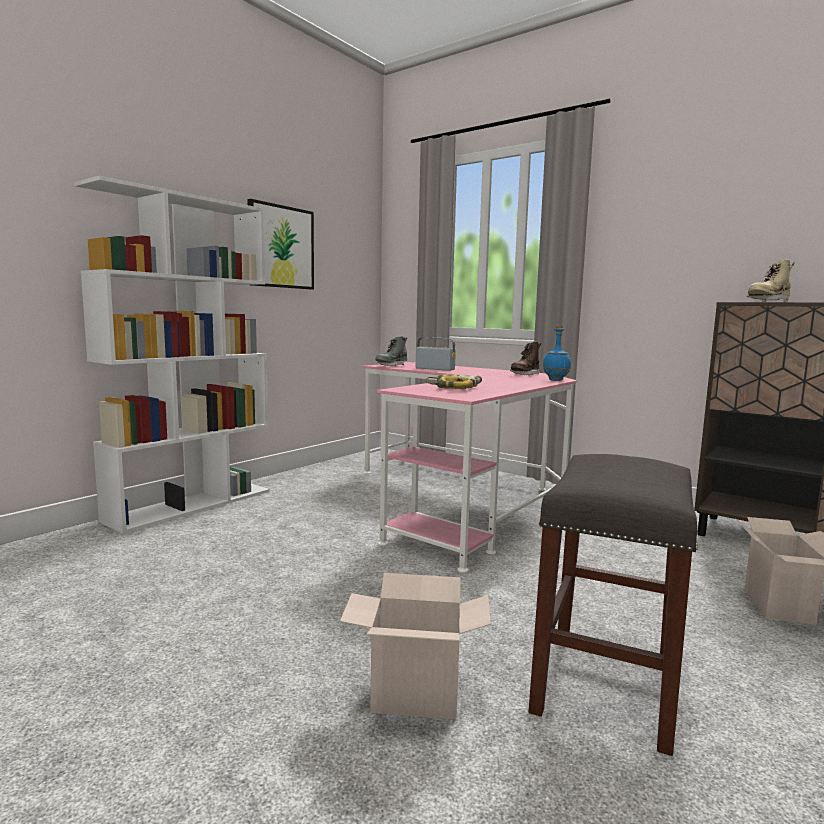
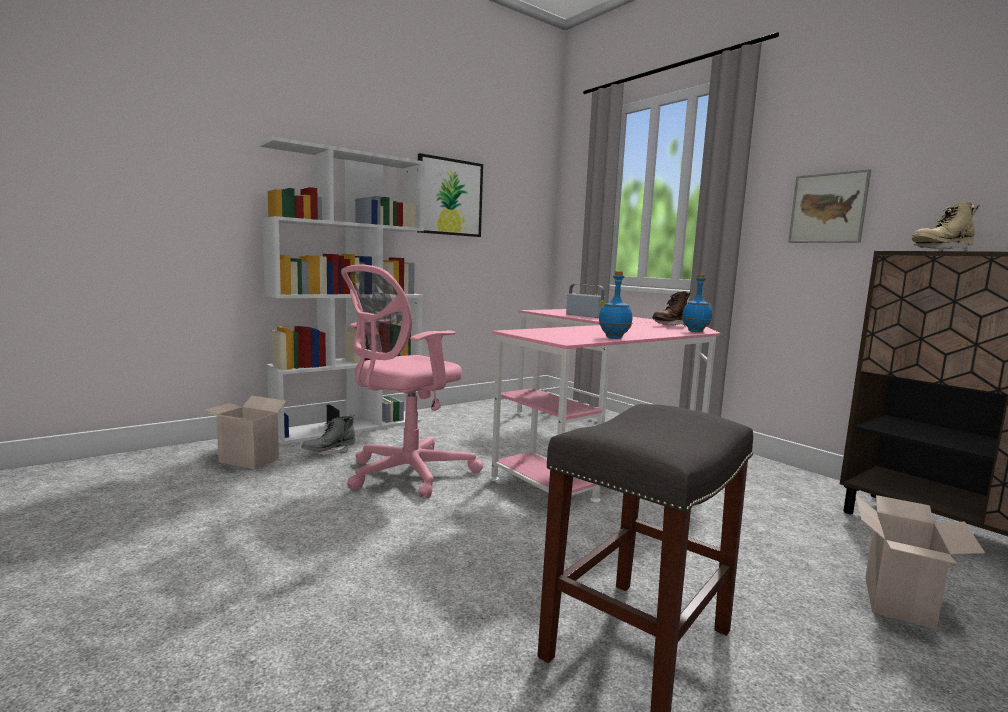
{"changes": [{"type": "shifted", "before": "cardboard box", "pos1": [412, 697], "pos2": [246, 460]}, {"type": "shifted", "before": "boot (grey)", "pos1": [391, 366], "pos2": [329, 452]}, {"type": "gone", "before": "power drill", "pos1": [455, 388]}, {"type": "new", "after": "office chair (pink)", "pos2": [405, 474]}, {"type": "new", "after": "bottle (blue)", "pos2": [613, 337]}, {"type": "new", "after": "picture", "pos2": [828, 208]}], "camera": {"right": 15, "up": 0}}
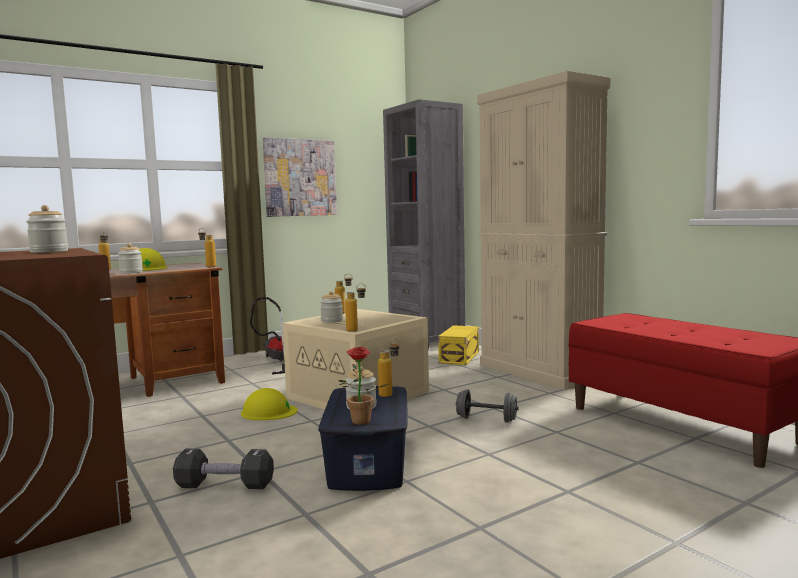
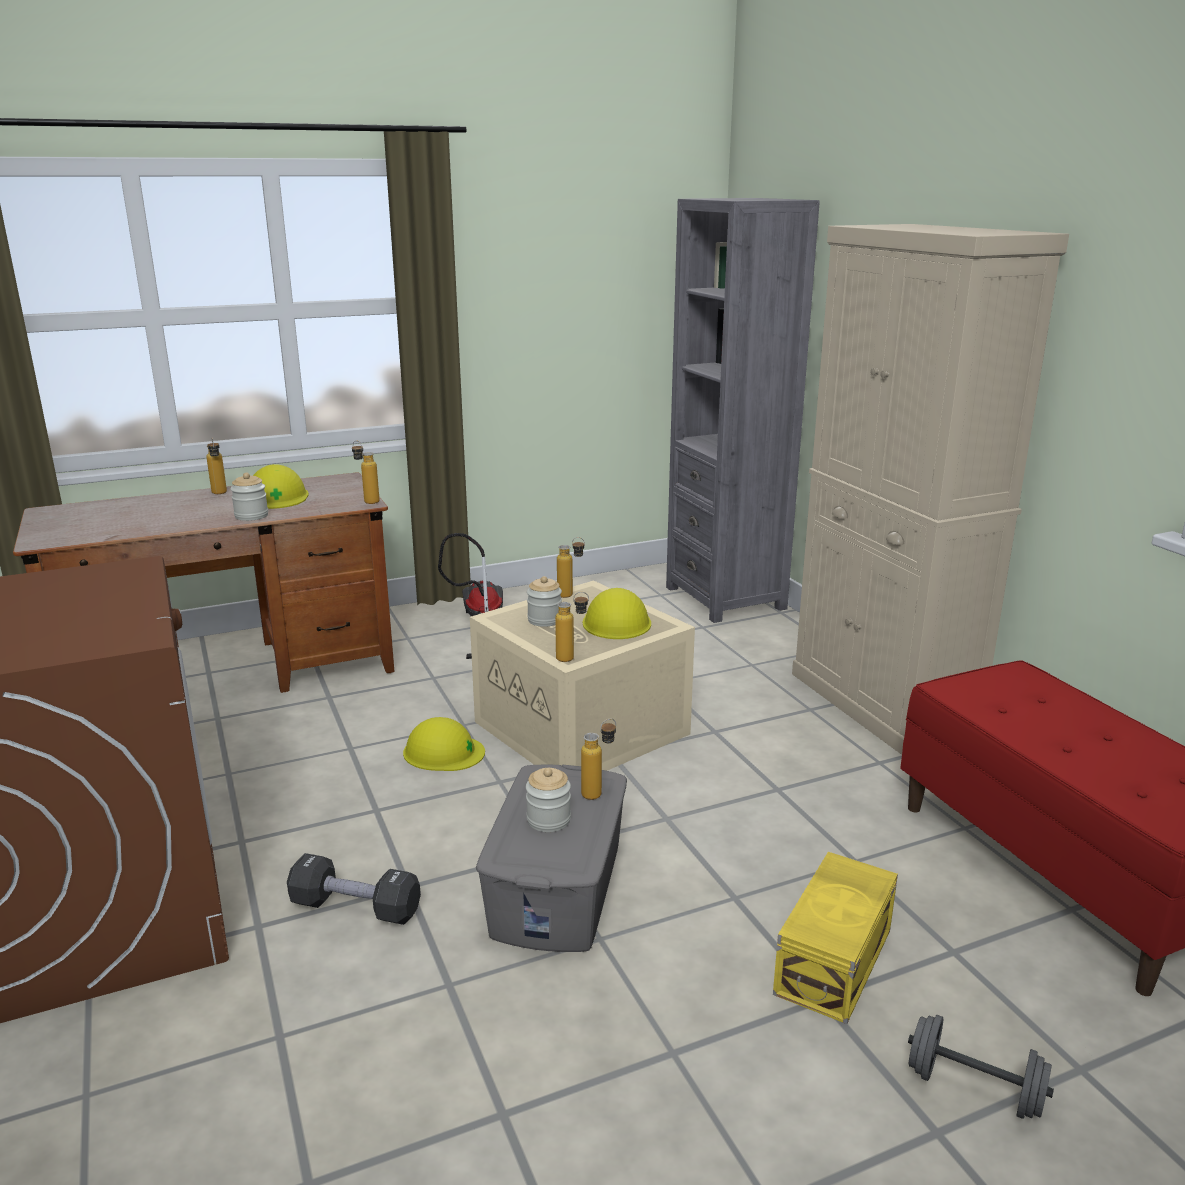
{"changes": [{"type": "gone", "before": "jar", "pos1": [49, 251]}, {"type": "gone", "before": "picture", "pos1": [300, 178]}, {"type": "repainted", "before": "storage box (blue)", "after": "storage box (grey)", "pos1": [369, 461], "pos2": [559, 888]}, {"type": "gone", "before": "potted plant", "pos1": [359, 423]}, {"type": "shifted", "before": "storage box (yellow)", "pos1": [460, 357], "pos2": [836, 961]}, {"type": "shifted", "before": "dumbbell (grey)", "pos1": [486, 419], "pos2": [974, 1088]}, {"type": "new", "after": "hard hat (yellow)", "pos2": [616, 622]}], "camera": {"right": 10, "up": 15}}
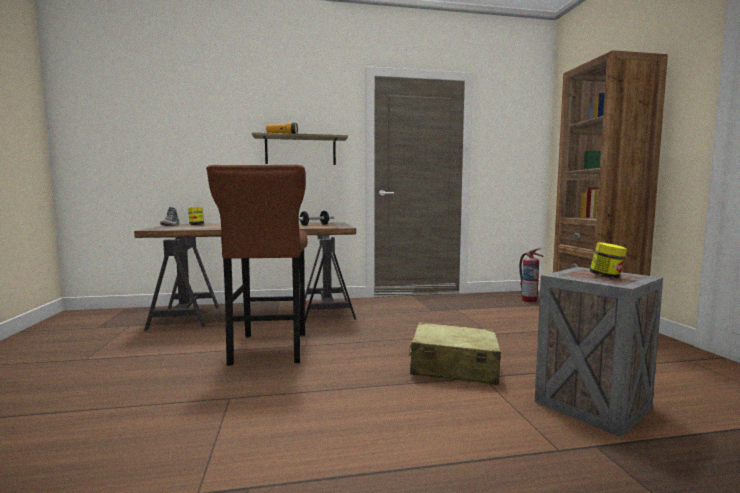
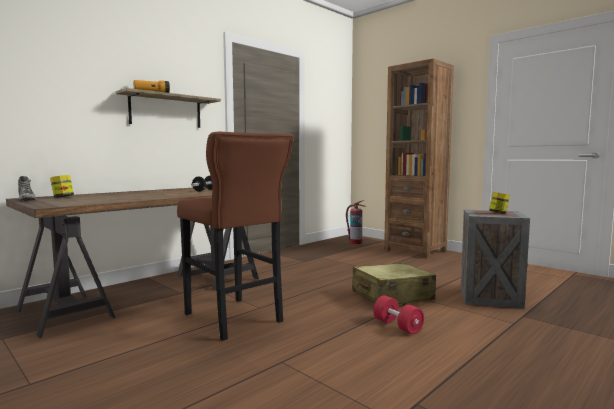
{"changes": [{"type": "new", "after": "dumbbell (red)", "pos2": [397, 326]}], "camera": {"right": -35, "up": 0}}
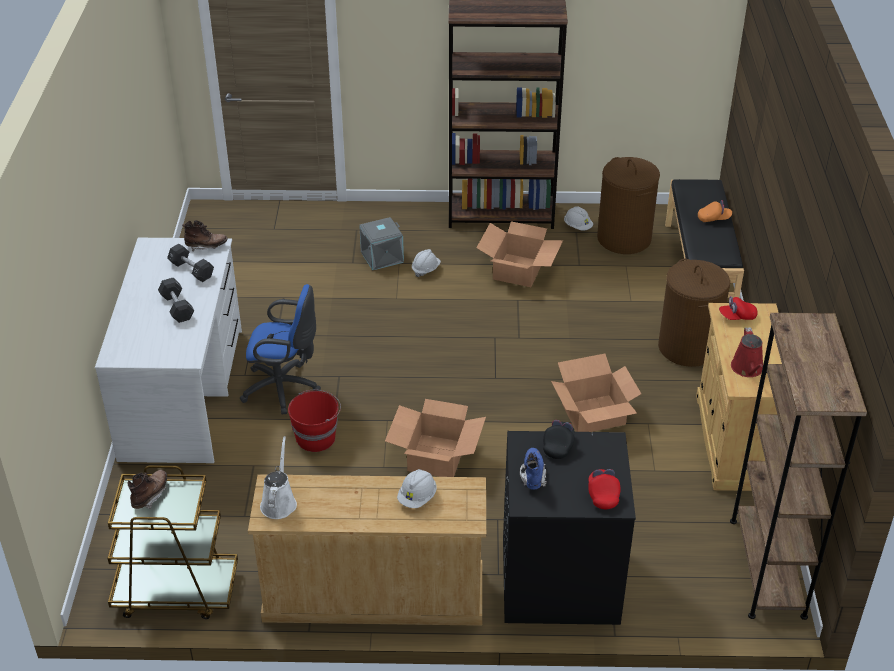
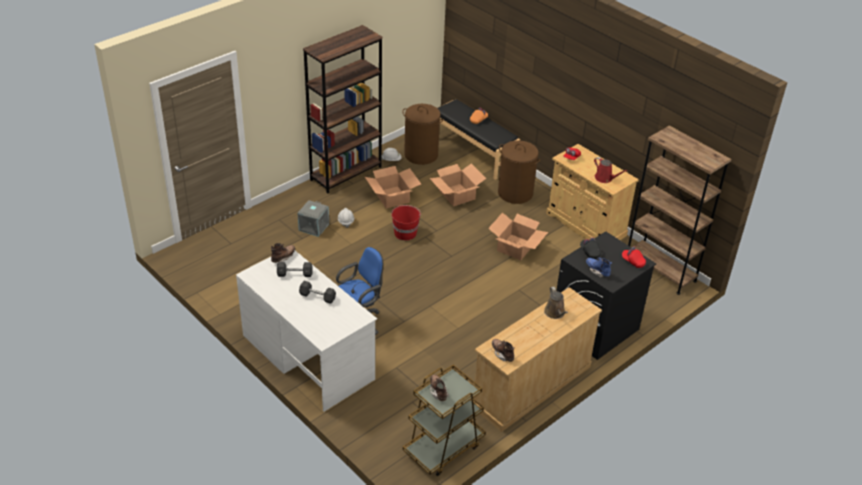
{"changes": [{"type": "swapped", "before": "watering can (white)", "after": "boot (brown)", "pos1": [279, 502], "pos2": [502, 354]}, {"type": "shifted", "before": "bucket (red)", "pos1": [316, 437], "pos2": [405, 233]}, {"type": "shifted", "before": "cardboard box", "pos1": [435, 456], "pos2": [456, 195]}, {"type": "swapped", "before": "hard hat (white)", "after": "watering can (brown)", "pos1": [417, 497], "pos2": [555, 313]}], "camera": {"right": -45, "up": 0}}
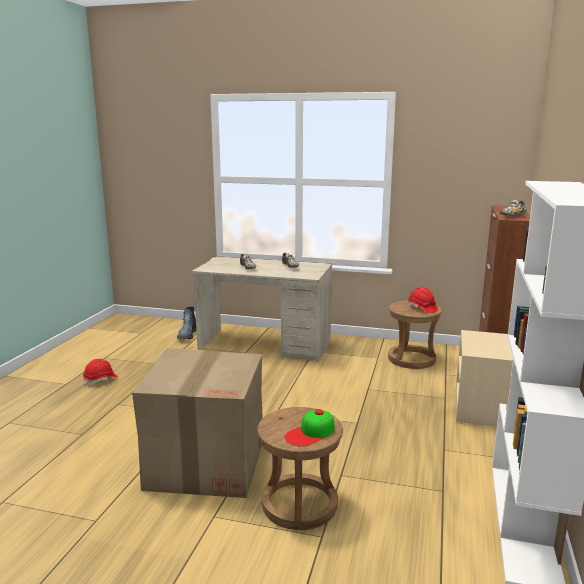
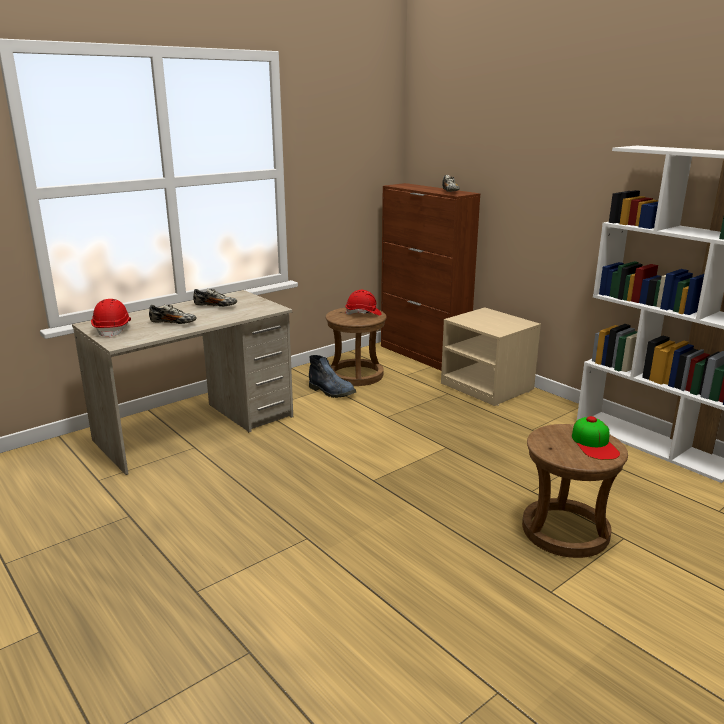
{"changes": [{"type": "shifted", "before": "hard hat (red)", "pos1": [101, 380], "pos2": [113, 330]}, {"type": "gone", "before": "cardboard box", "pos1": [207, 462]}, {"type": "shifted", "before": "boot", "pos1": [187, 335], "pos2": [332, 392]}], "camera": {"right": -55, "up": 5}}
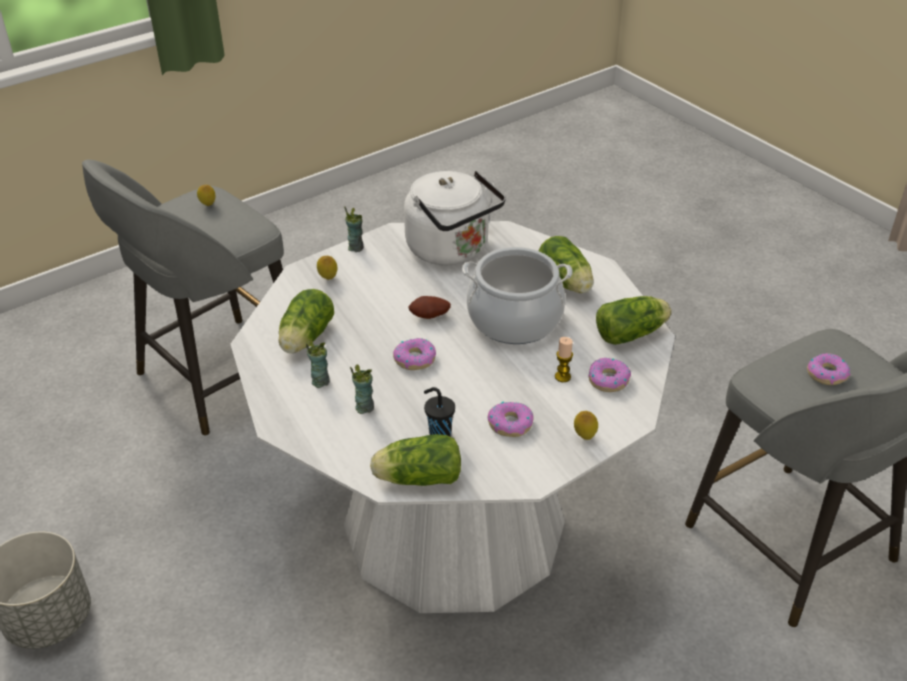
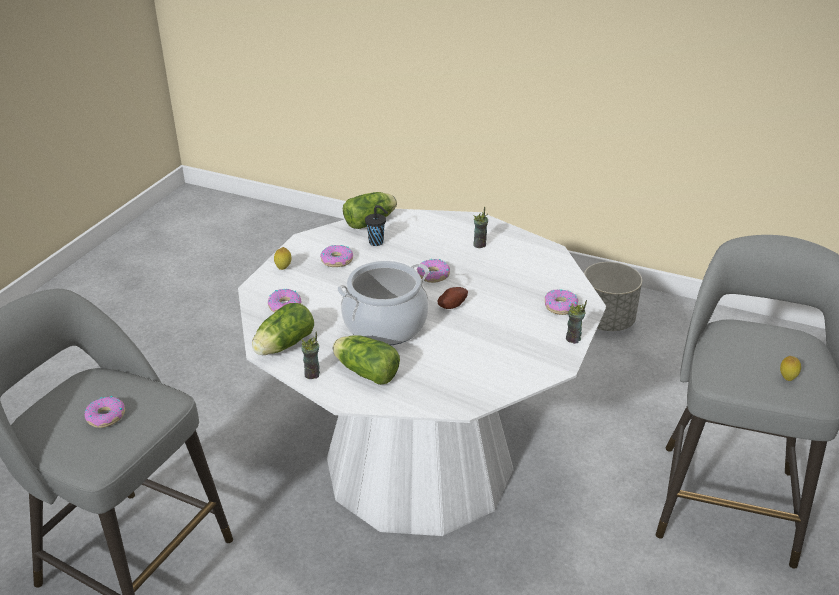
{"changes": [{"type": "gone", "before": "lettuce", "pos1": [305, 339]}, {"type": "swapped", "before": "lemon", "after": "donut", "pos1": [328, 279], "pos2": [560, 306]}, {"type": "shifted", "before": "cup", "pos1": [364, 407], "pos2": [312, 374]}, {"type": "gone", "before": "kettle (white)", "pos1": [452, 250]}, {"type": "gone", "before": "candle", "pos1": [562, 377]}], "camera": {"right": 150, "up": -5}}
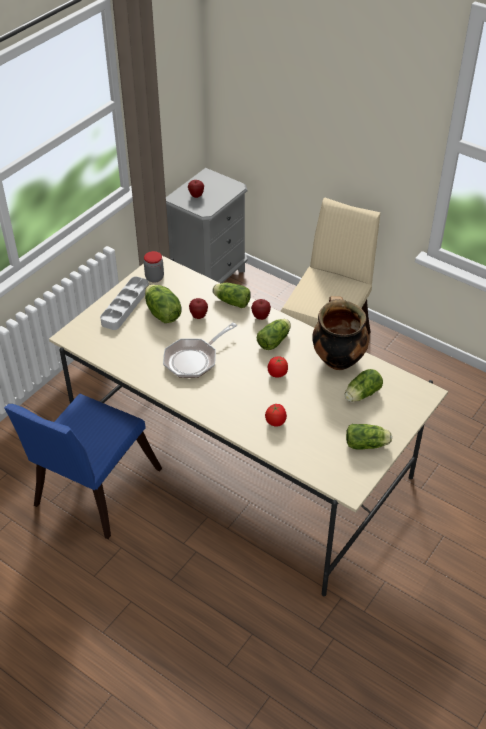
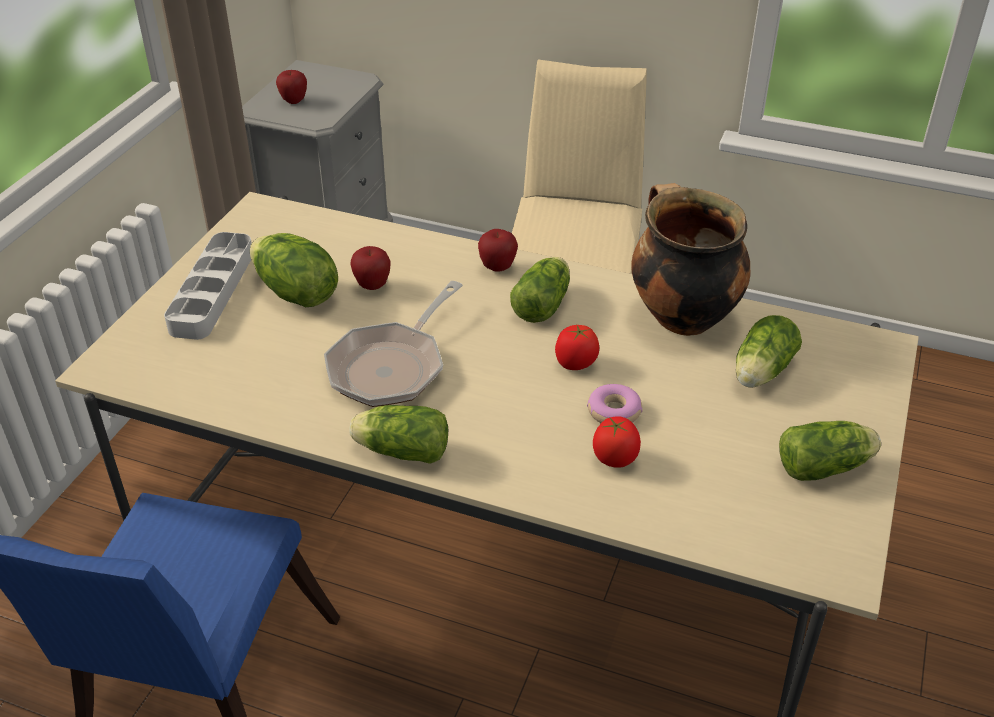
{"changes": [{"type": "gone", "before": "jar", "pos1": [154, 278]}, {"type": "shifted", "before": "lettuce", "pos1": [231, 301], "pos2": [399, 450]}, {"type": "new", "after": "donut", "pos2": [613, 412]}], "camera": {"right": -15, "up": -5}}
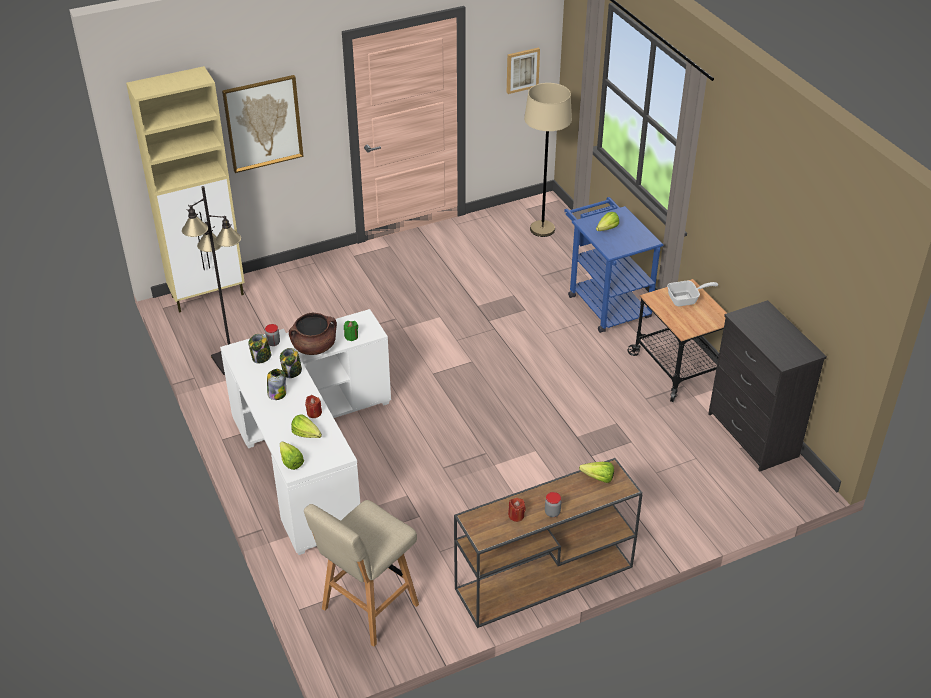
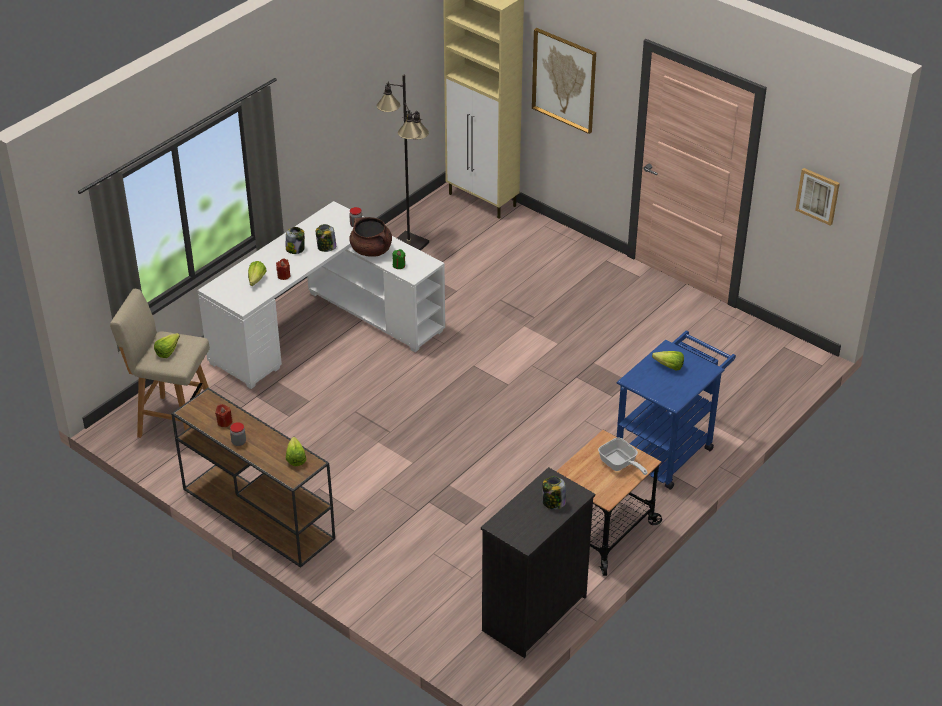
{"changes": [{"type": "shifted", "before": "jar", "pos1": [261, 357], "pos2": [553, 503]}, {"type": "shifted", "before": "lettuce", "pos1": [290, 460], "pos2": [170, 350]}, {"type": "gone", "before": "floor lamp (beige)", "pos1": [542, 229]}], "camera": {"right": 65, "up": 0}}
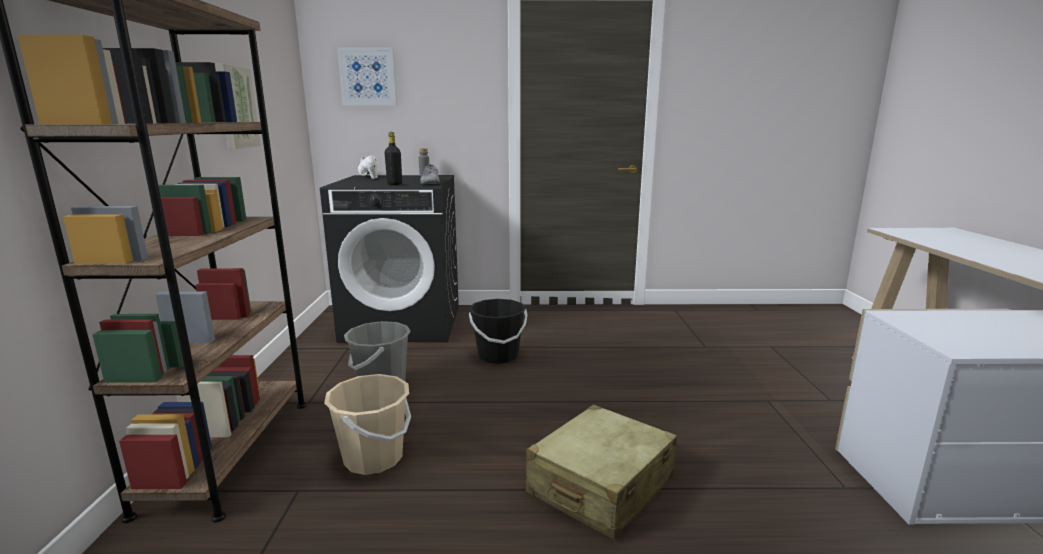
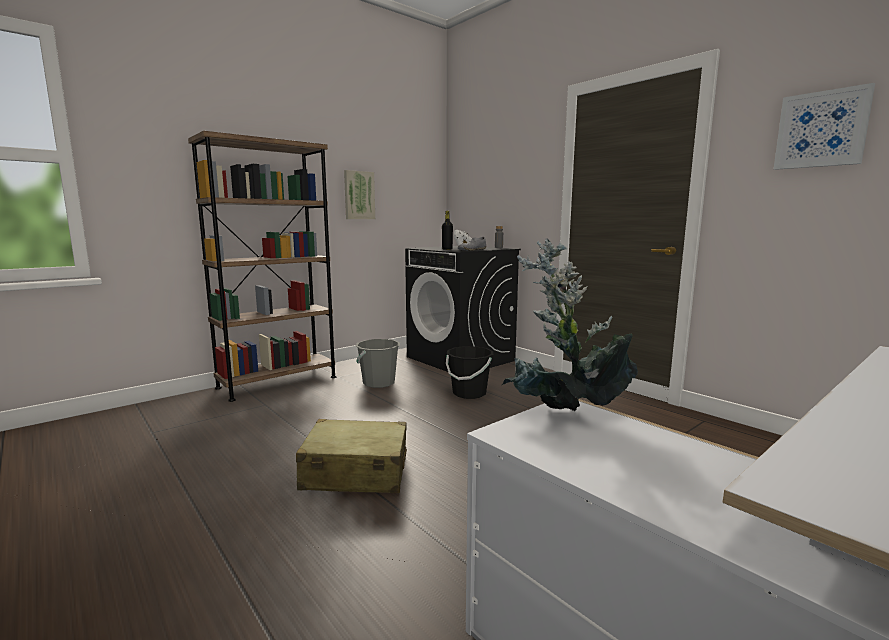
{"changes": [{"type": "gone", "before": "bucket (beige)", "pos1": [374, 458]}, {"type": "shifted", "before": "picture", "pos1": [368, 76], "pos2": [821, 129]}, {"type": "new", "after": "potted plant", "pos2": [564, 416]}], "camera": {"right": 50, "up": -5}}
